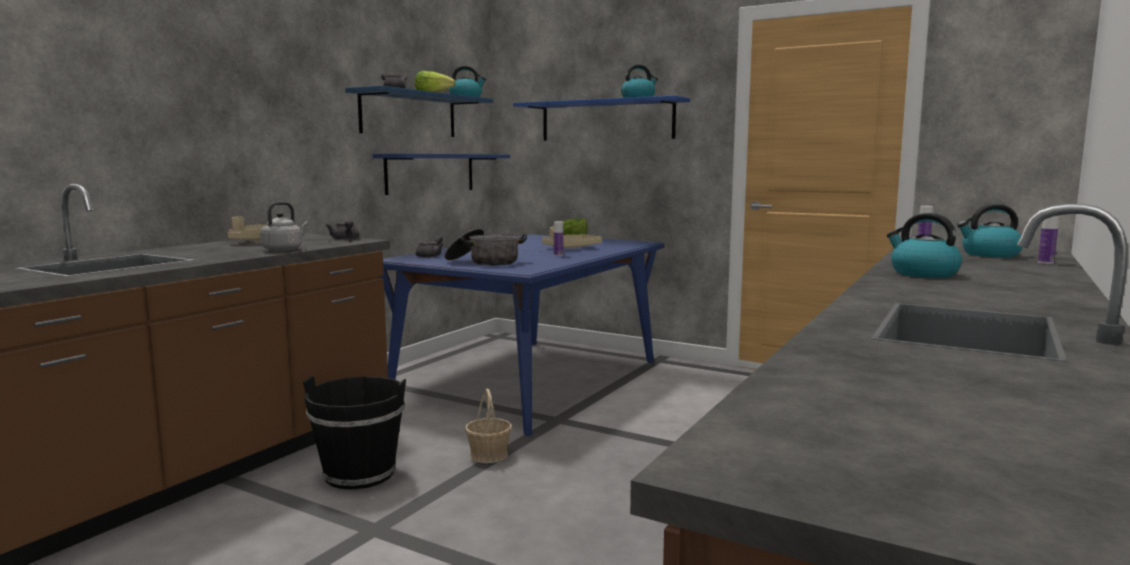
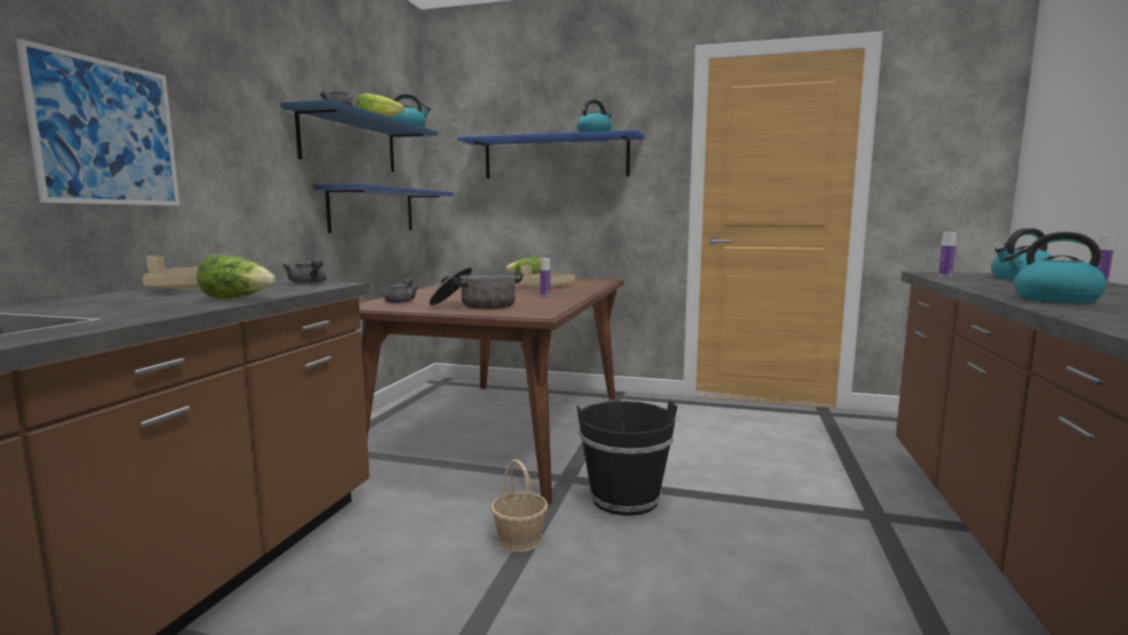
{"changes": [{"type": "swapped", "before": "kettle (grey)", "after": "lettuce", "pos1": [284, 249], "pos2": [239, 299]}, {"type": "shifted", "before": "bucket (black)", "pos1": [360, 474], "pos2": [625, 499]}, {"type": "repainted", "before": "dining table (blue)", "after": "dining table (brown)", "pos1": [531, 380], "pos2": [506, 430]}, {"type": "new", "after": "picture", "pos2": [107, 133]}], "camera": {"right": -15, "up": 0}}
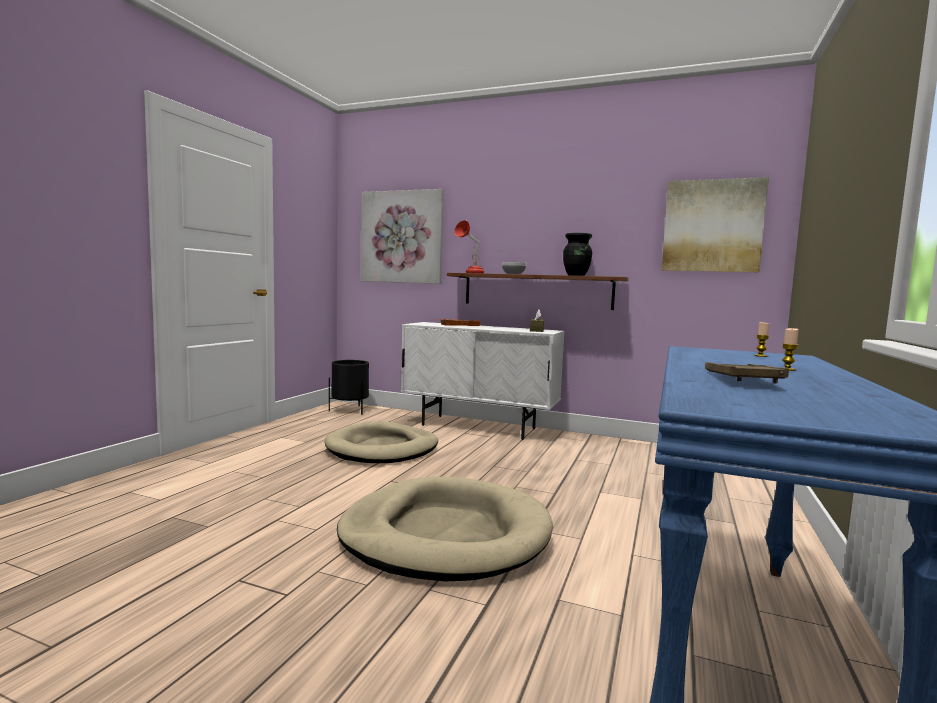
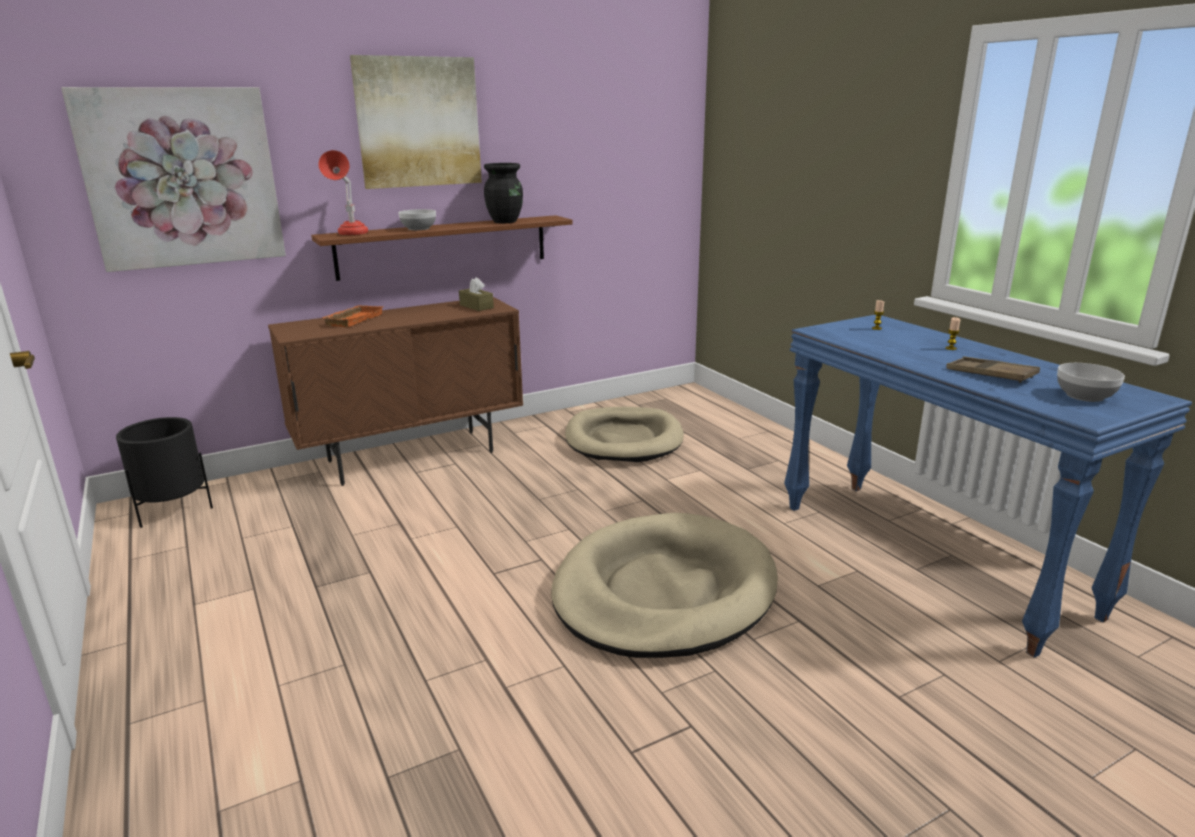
{"changes": [{"type": "shifted", "before": "dog bed (beige)", "pos1": [383, 448], "pos2": [624, 439]}, {"type": "repainted", "before": "cabinet (white)", "after": "cabinet (brown)", "pos1": [478, 427], "pos2": [412, 456]}, {"type": "shifted", "before": "picture", "pos1": [712, 226], "pos2": [418, 122]}, {"type": "new", "after": "bowl", "pos2": [1084, 395]}], "camera": {"right": -50, "up": 15}}
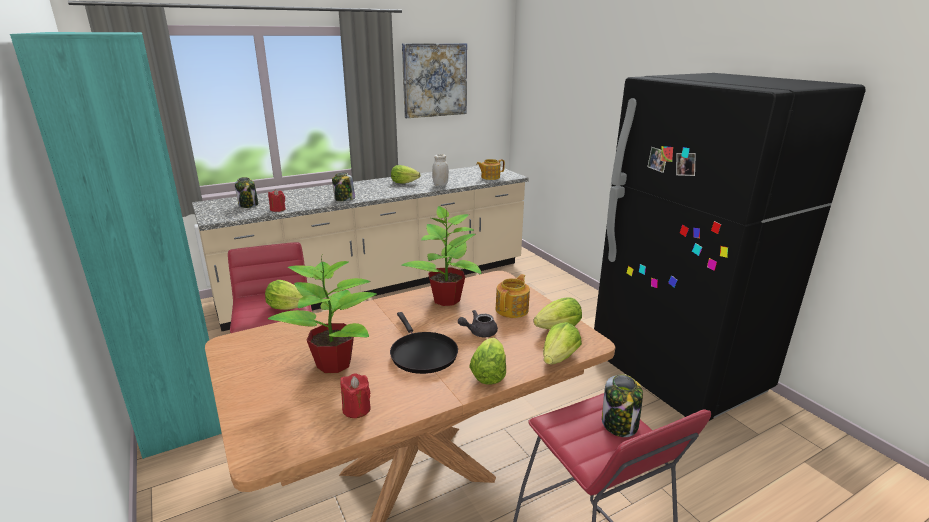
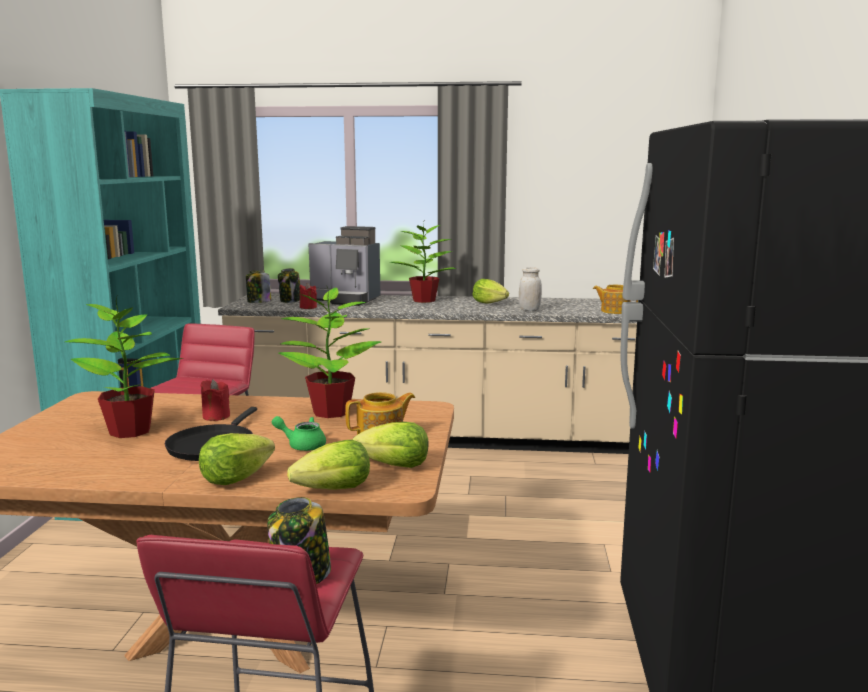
{"changes": [{"type": "gone", "before": "lettuce", "pos1": [287, 307]}, {"type": "shifted", "before": "jar", "pos1": [344, 199], "pos2": [258, 302]}, {"type": "shifted", "before": "candle (red)", "pos1": [356, 409], "pos2": [216, 416]}, {"type": "gone", "before": "picture", "pos1": [435, 80]}, {"type": "repainted", "before": "teapot (grey)", "after": "teapot (green)", "pos1": [479, 332], "pos2": [302, 445]}, {"type": "new", "after": "coffee machine", "pos2": [347, 300]}, {"type": "new", "after": "potted plant", "pos2": [424, 300]}], "camera": {"right": 35, "up": -10}}
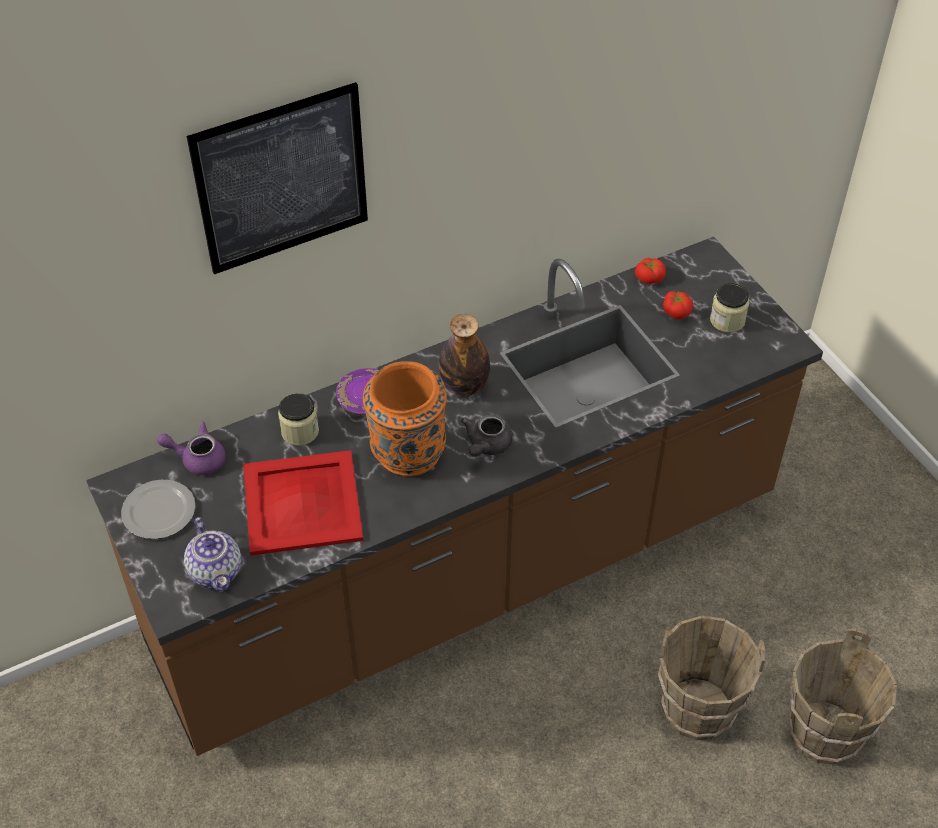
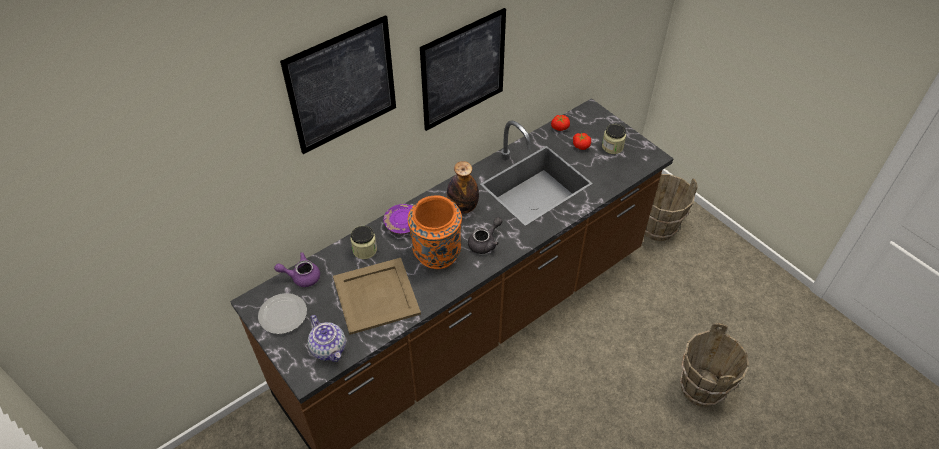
{"changes": [{"type": "repainted", "before": "tray (red)", "after": "tray (beige)", "pos1": [301, 504], "pos2": [375, 296]}, {"type": "rotated", "before": "teapot (grey)", "pos1": [486, 446], "pos2": [485, 243], "turn": -150}, {"type": "shifted", "before": "bucket (brown)", "pos1": [697, 711], "pos2": [658, 228]}, {"type": "new", "after": "picture", "pos2": [463, 70]}], "camera": {"right": -10, "up": 0}}
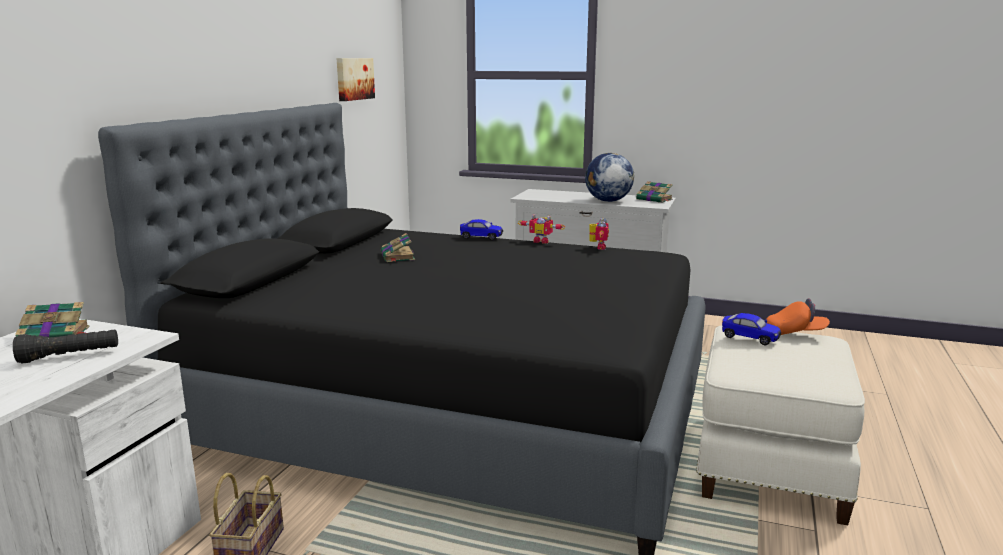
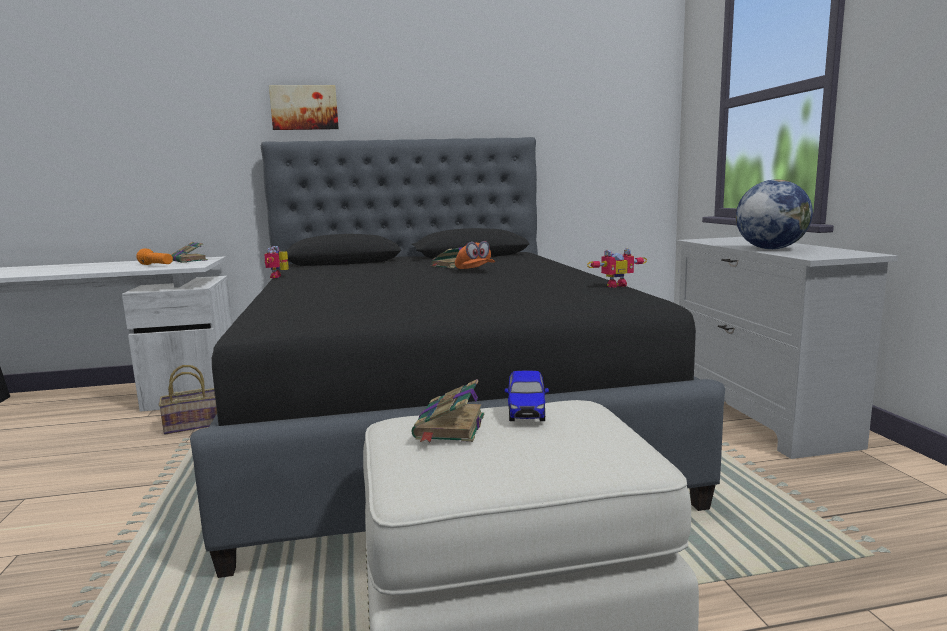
{"changes": [{"type": "repainted", "before": "flashlight (black)", "after": "flashlight (orange)", "pos1": [70, 356], "pos2": [156, 266]}, {"type": "shifted", "before": "picture", "pos1": [354, 79], "pos2": [304, 108]}, {"type": "gone", "before": "toy car", "pos1": [481, 237]}, {"type": "shifted", "before": "toy robot", "pos1": [542, 241], "pos2": [279, 276]}, {"type": "shifted", "before": "book", "pos1": [655, 199], "pos2": [449, 427]}, {"type": "shifted", "before": "cap (orange)", "pos1": [795, 333], "pos2": [475, 271]}], "camera": {"right": 60, "up": -5}}
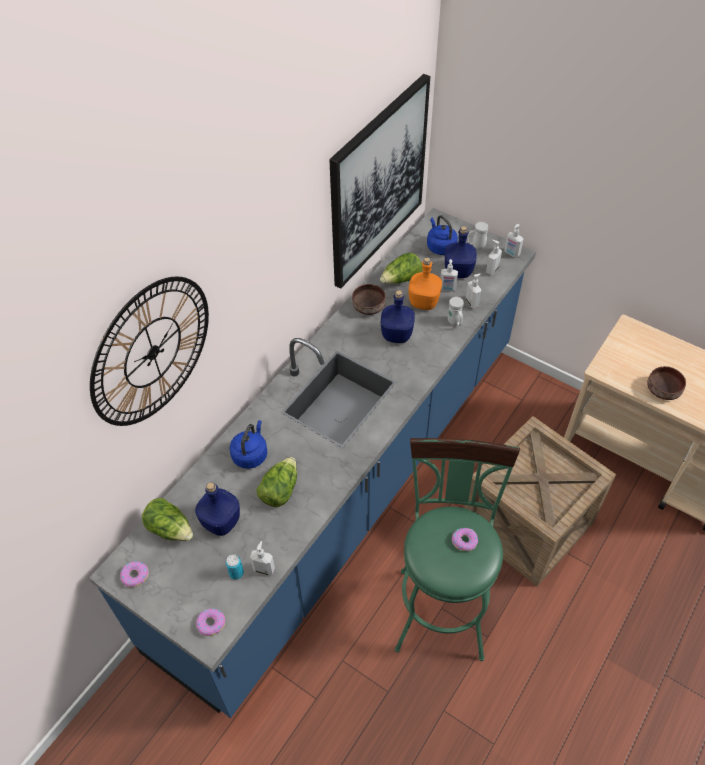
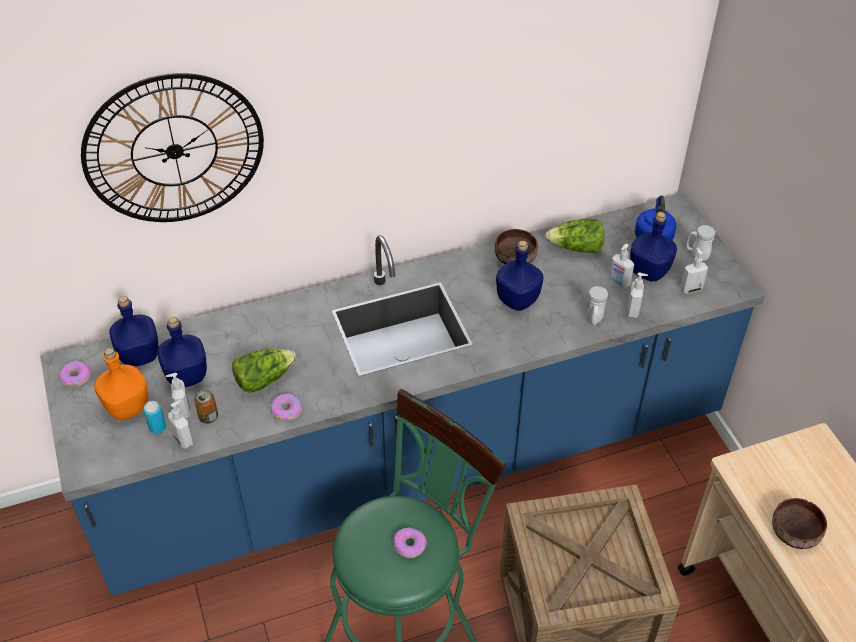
{"changes": [{"type": "swapped", "before": "lettuce", "after": "bottle (blue)", "pos1": [170, 528], "pos2": [140, 355]}, {"type": "shifted", "before": "donut", "pos1": [211, 624], "pos2": [286, 410]}, {"type": "gone", "before": "kettle (blue)", "pos1": [250, 454]}, {"type": "gone", "before": "picture", "pos1": [377, 182]}, {"type": "shifted", "before": "bottle (orange)", "pos1": [423, 301], "pos2": [128, 406]}, {"type": "shifted", "before": "soap dispenser", "pos1": [511, 253], "pos2": [182, 410]}, {"type": "new", "after": "can", "pos2": [208, 417]}], "camera": {"right": 35, "up": -5}}
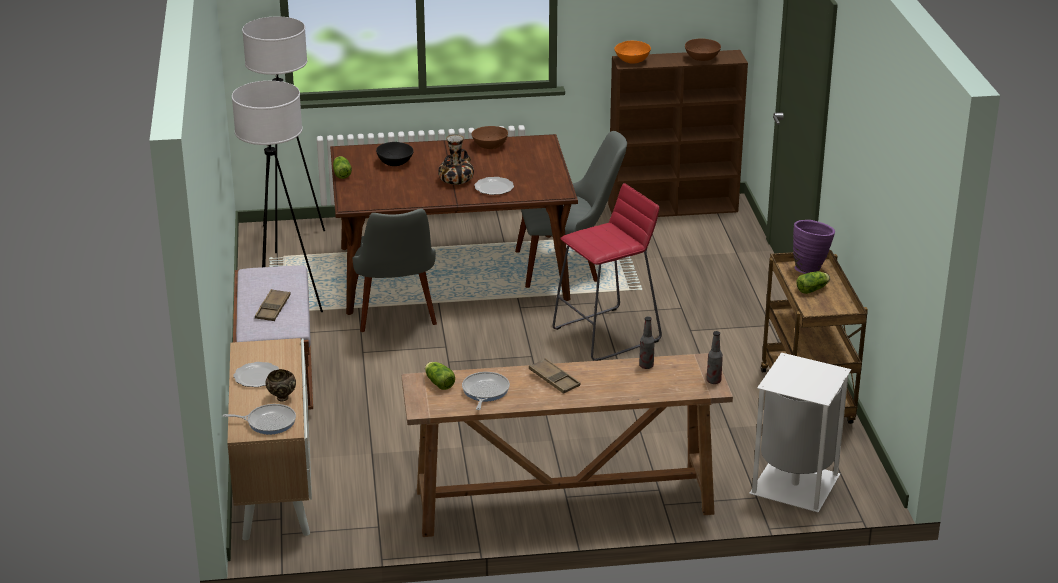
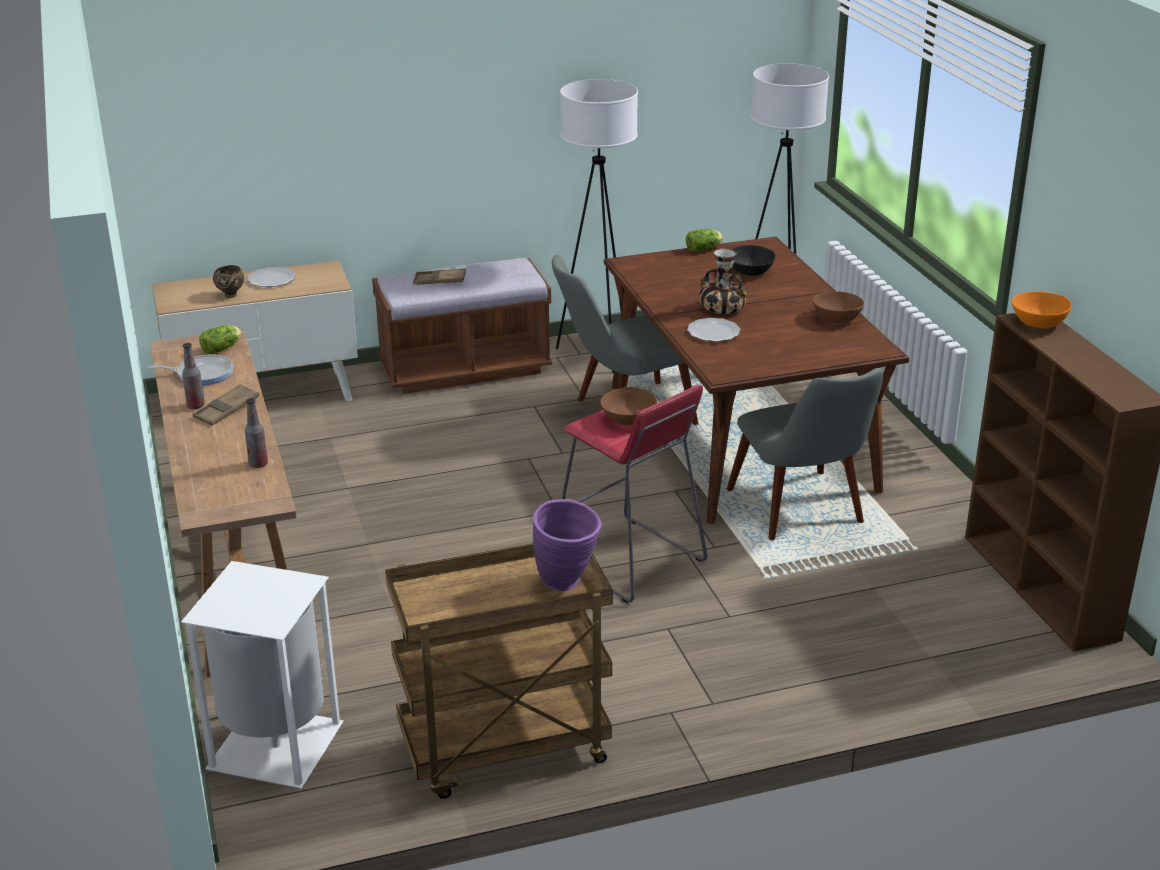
{"changes": [{"type": "gone", "before": "frying pan", "pos1": [268, 422]}, {"type": "shifted", "before": "bowl (brown)", "pos1": [702, 58], "pos2": [628, 419]}, {"type": "shifted", "before": "bottle", "pos1": [713, 381], "pos2": [196, 406]}, {"type": "gone", "before": "lettuce", "pos1": [813, 289]}], "camera": {"right": 80, "up": 0}}
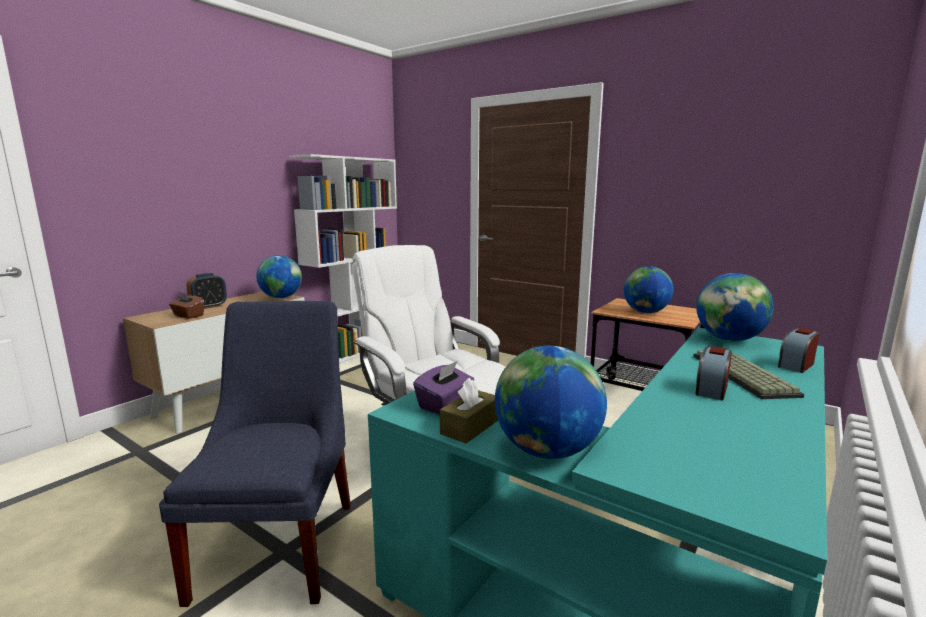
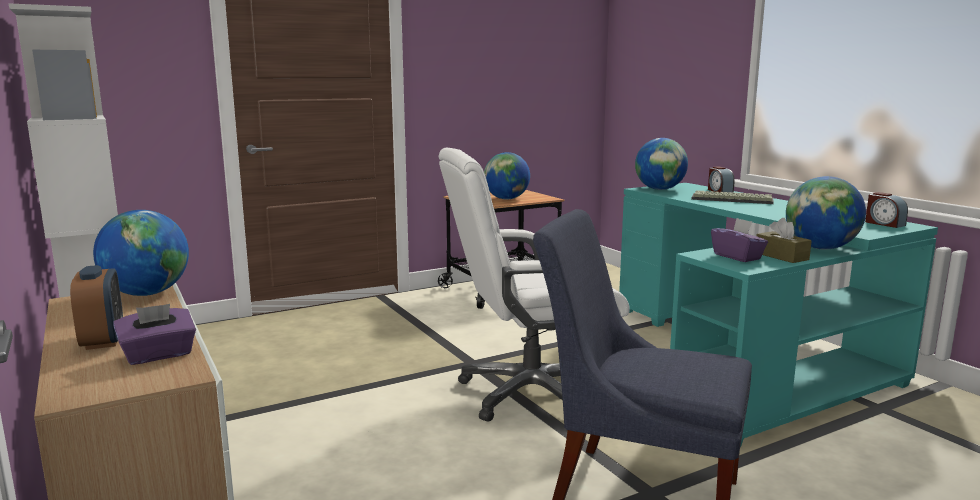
{"changes": [{"type": "repainted", "before": "tissue box (brown)", "after": "tissue box (purple)", "pos1": [188, 316], "pos2": [158, 355]}, {"type": "shifted", "before": "alarm clock", "pos1": [711, 390], "pos2": [884, 224]}], "camera": {"right": -65, "up": 0}}
